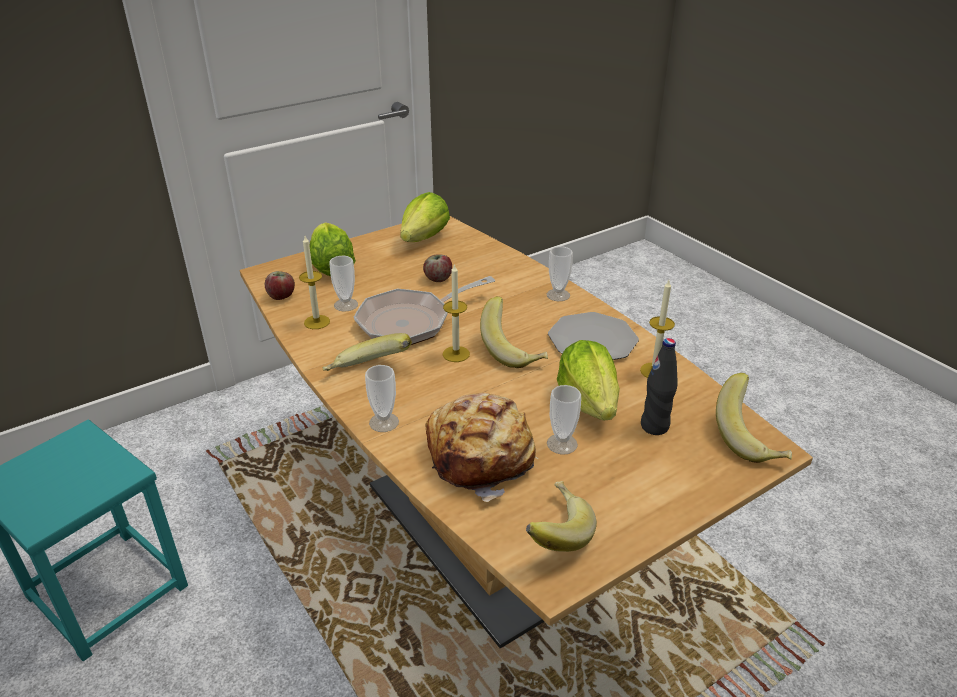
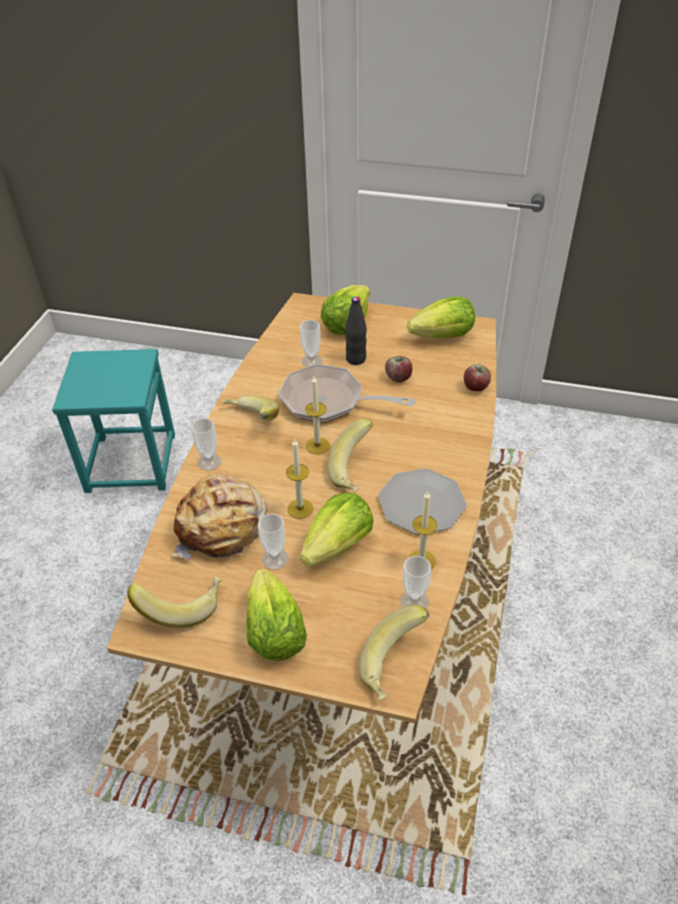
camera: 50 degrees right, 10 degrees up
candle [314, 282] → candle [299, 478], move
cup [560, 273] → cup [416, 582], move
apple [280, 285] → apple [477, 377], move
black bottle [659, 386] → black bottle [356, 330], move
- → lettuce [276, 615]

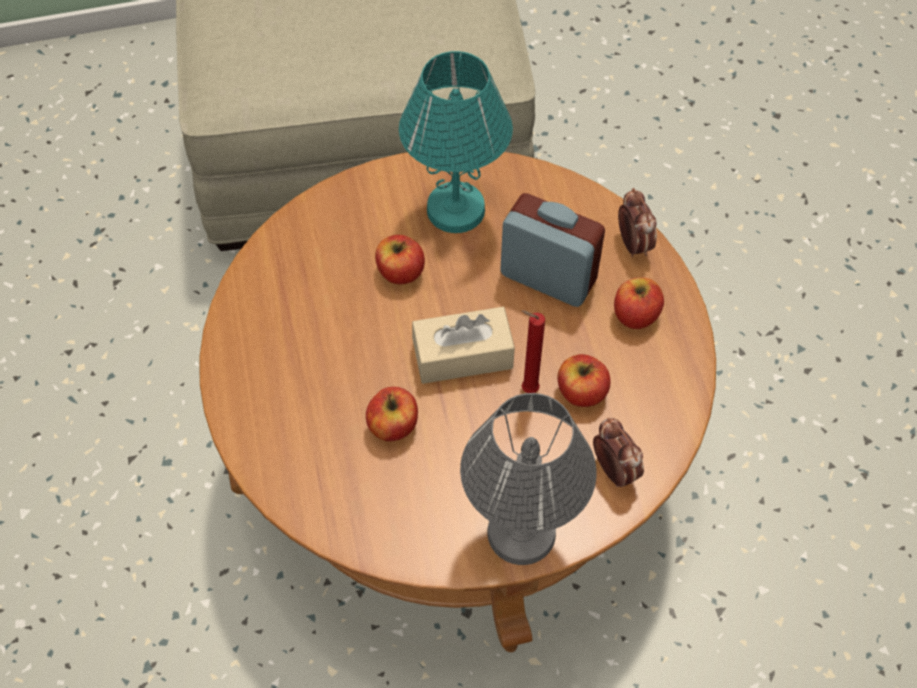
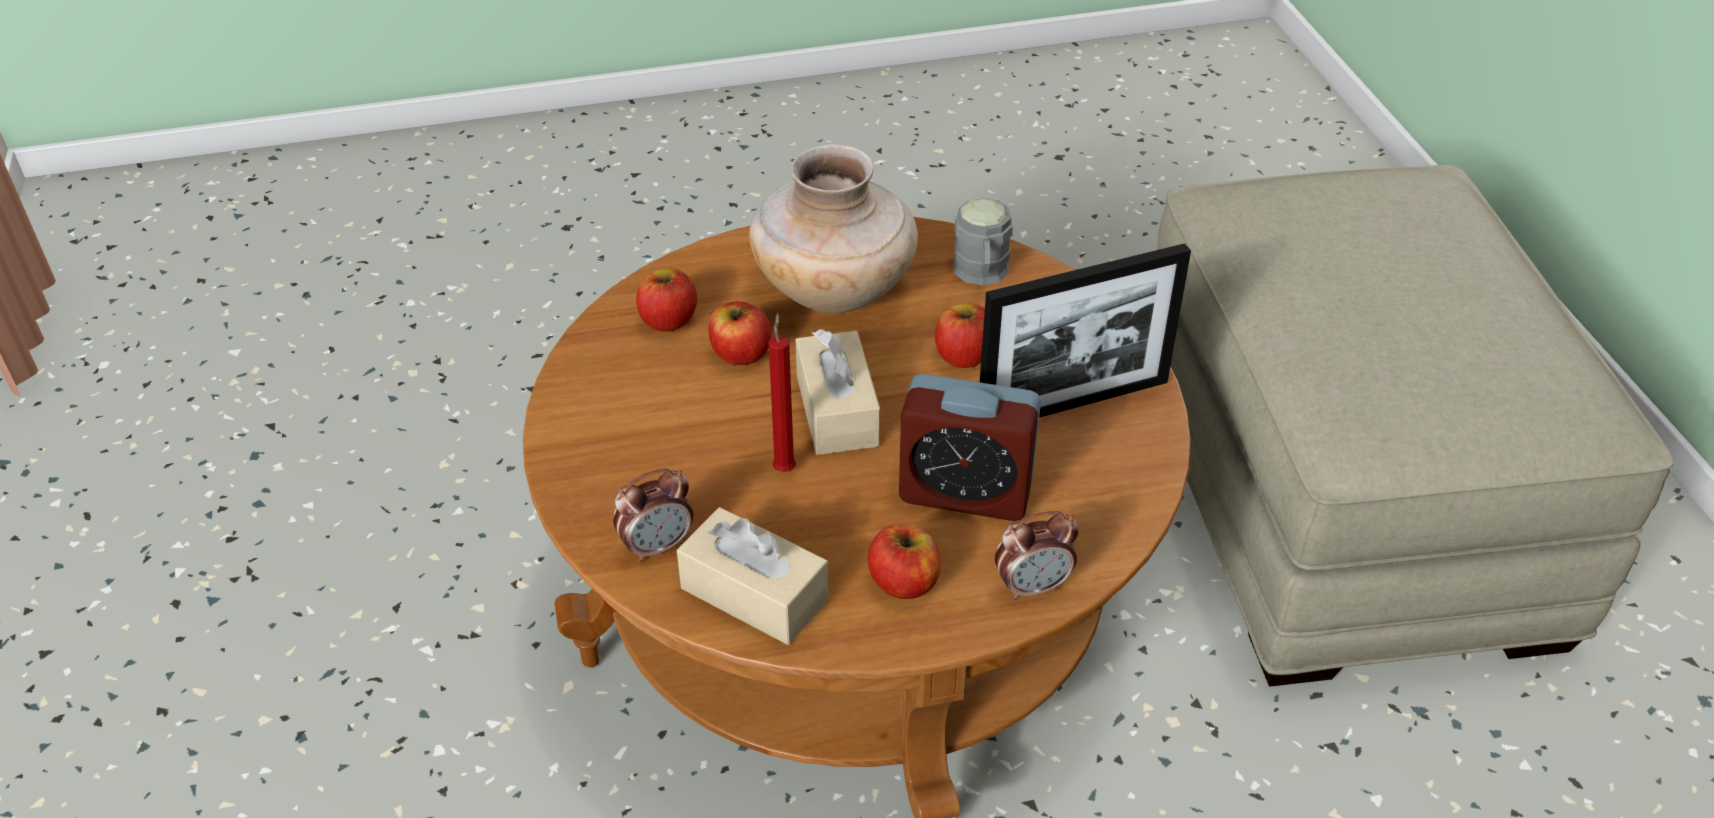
camera: 90 degrees right, 15 degrees down
turquoise table lamp [456, 142] → picture frame [1085, 330]
alarm clock [552, 250] → alarm clock [970, 447], 75 degrees clockwise
apple [584, 380] → apple [666, 300], move
grey table lamp [528, 479] → -
- → beige vase [833, 228]
- → grey mug [982, 242]
- → beige tissue box [753, 576]

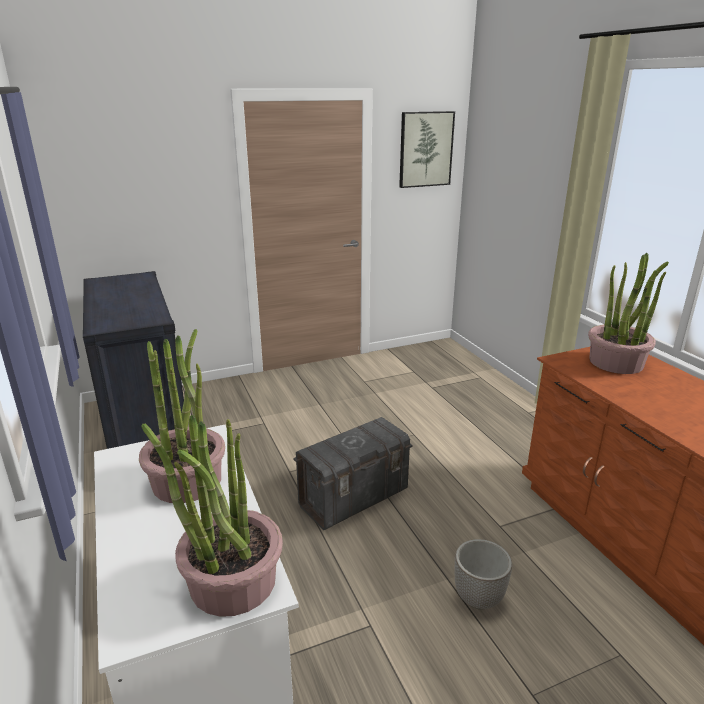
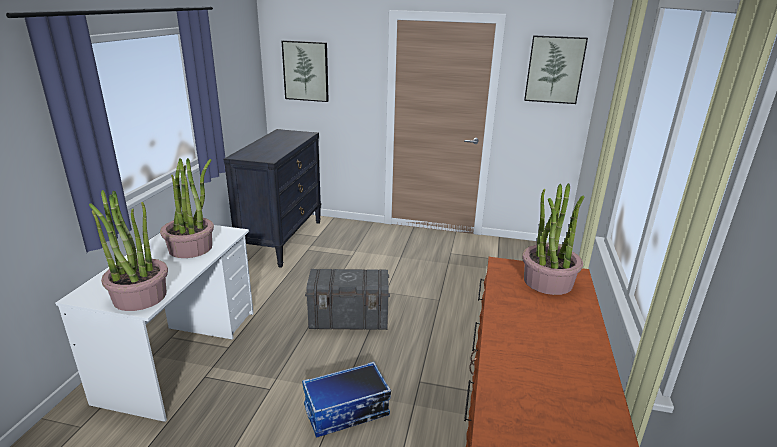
camera: 35 degrees right, 0 degrees up
planter [483, 574] → storage box [346, 400]
- → picture [305, 71]

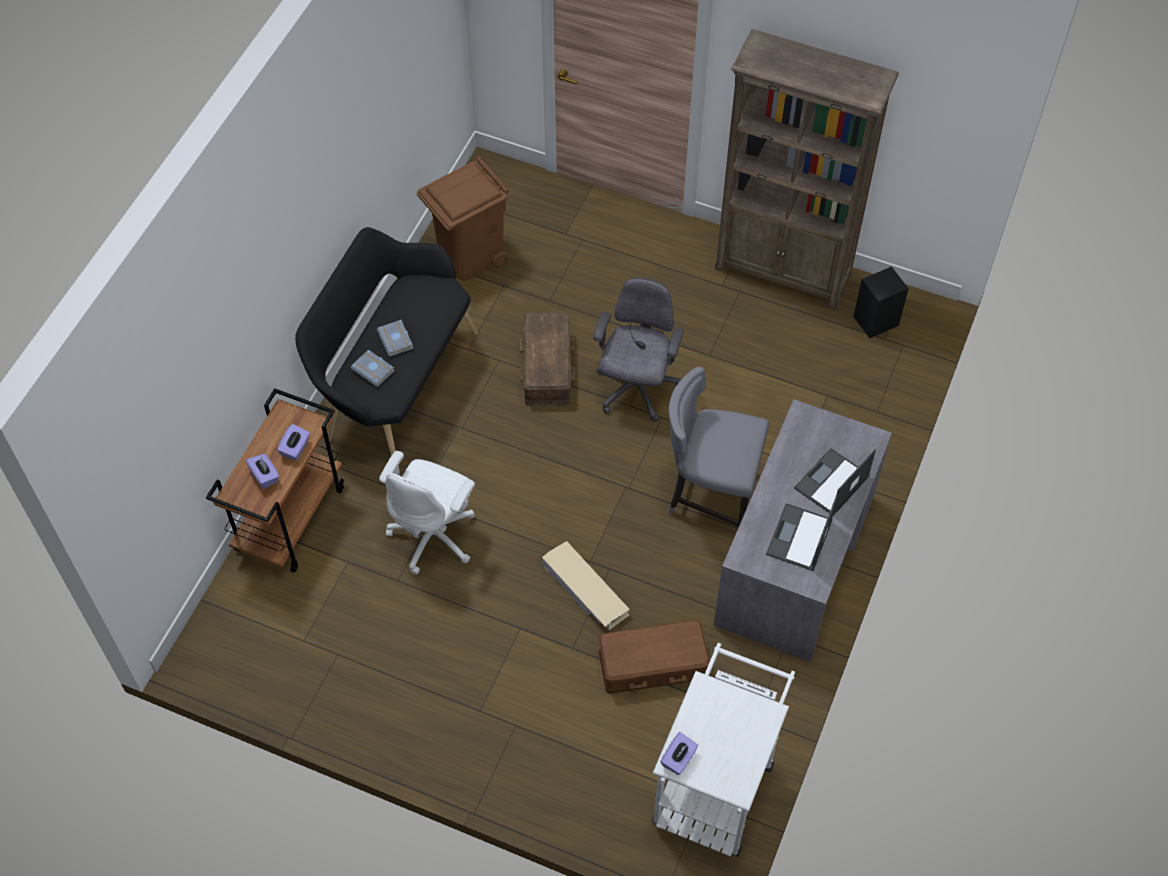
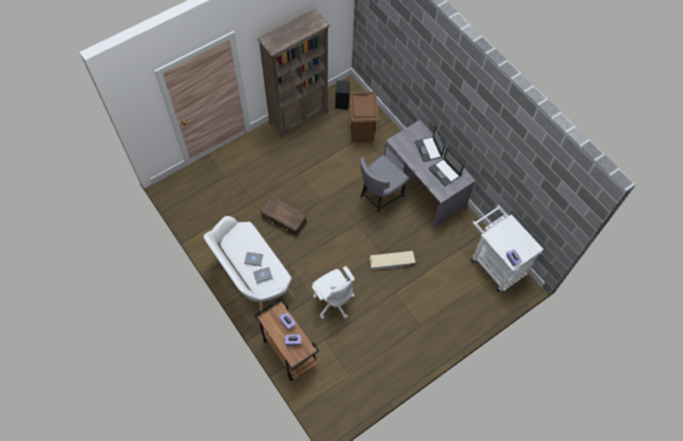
camera: 60 degrees left, 5 degrees up
brown trash can [463, 219] → brown trash can [363, 117], move
black bench [386, 349] → white bench [250, 266]
grey office chair [638, 350] → -
brown storage box [654, 657] → -

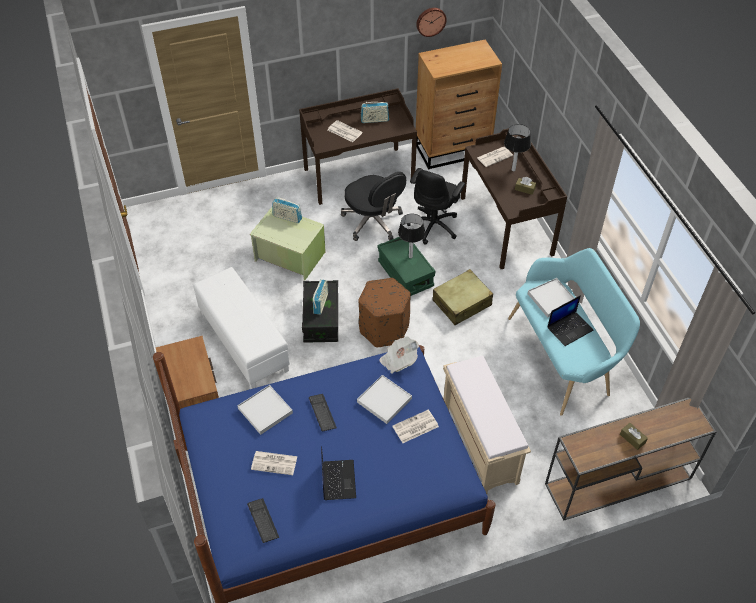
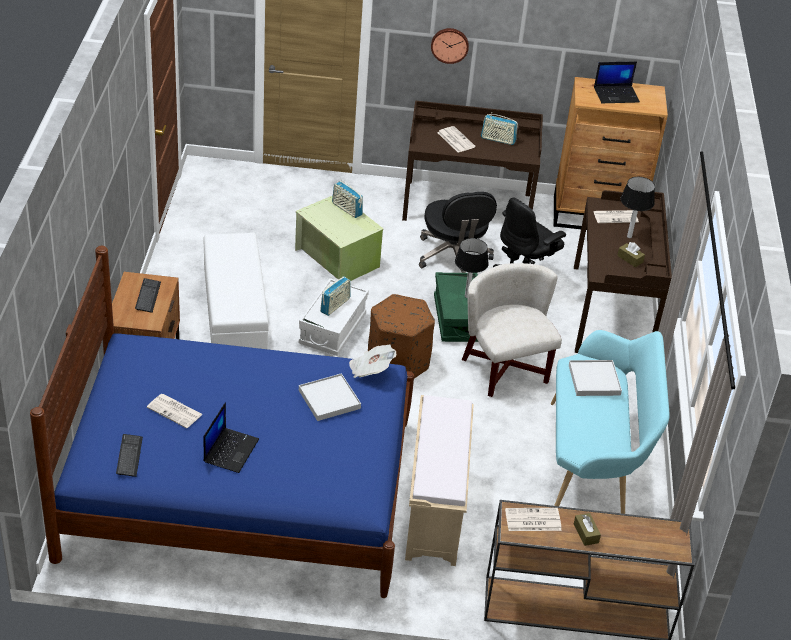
camera: 20 degrees right, 10 degrees down
wall clock [431, 22] → wall clock [450, 46], move
beige suitcase [462, 297] → white armchair [512, 330]
black storage box [320, 311] → white storage box [334, 317]
laptop [570, 320] → laptop [617, 82], move
white tray [265, 410] → -
keyboard [323, 413] → keyboard [148, 295], move
newspaper [415, 426] → newspaper [533, 519], move

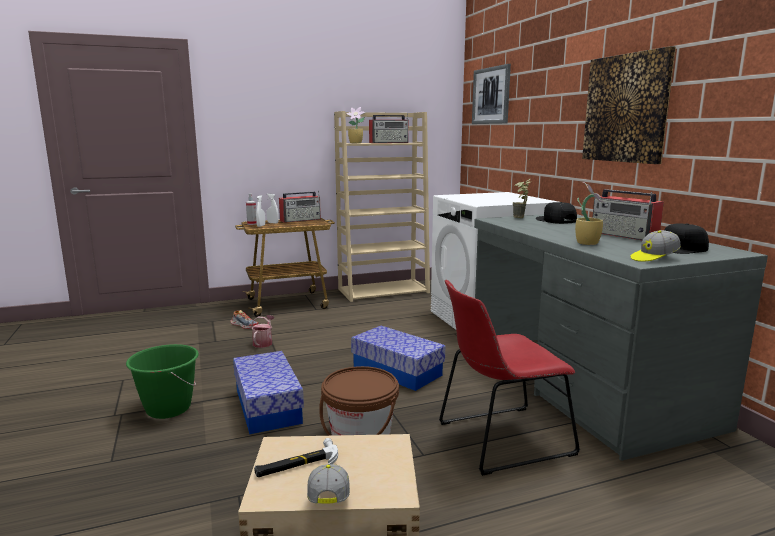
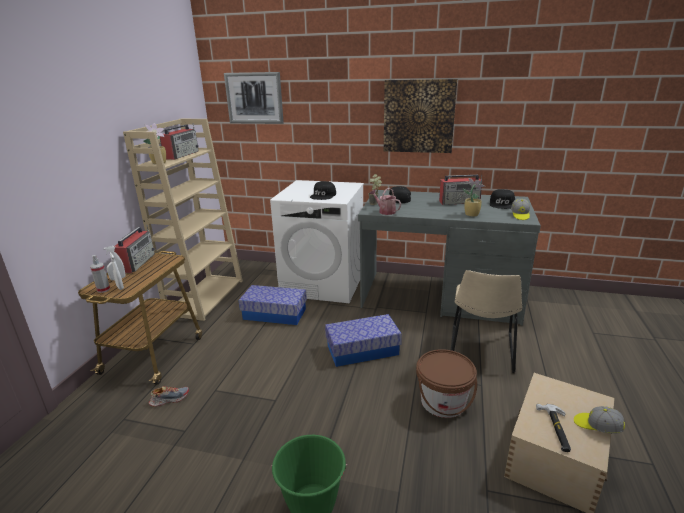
camera: 55 degrees left, 10 degrees up
red chair [509, 378] → beige chair [486, 321]
watering can [262, 331] → watering can [385, 201], move
storage box [268, 392] → storage box [273, 305], move
- → black cap [323, 190]

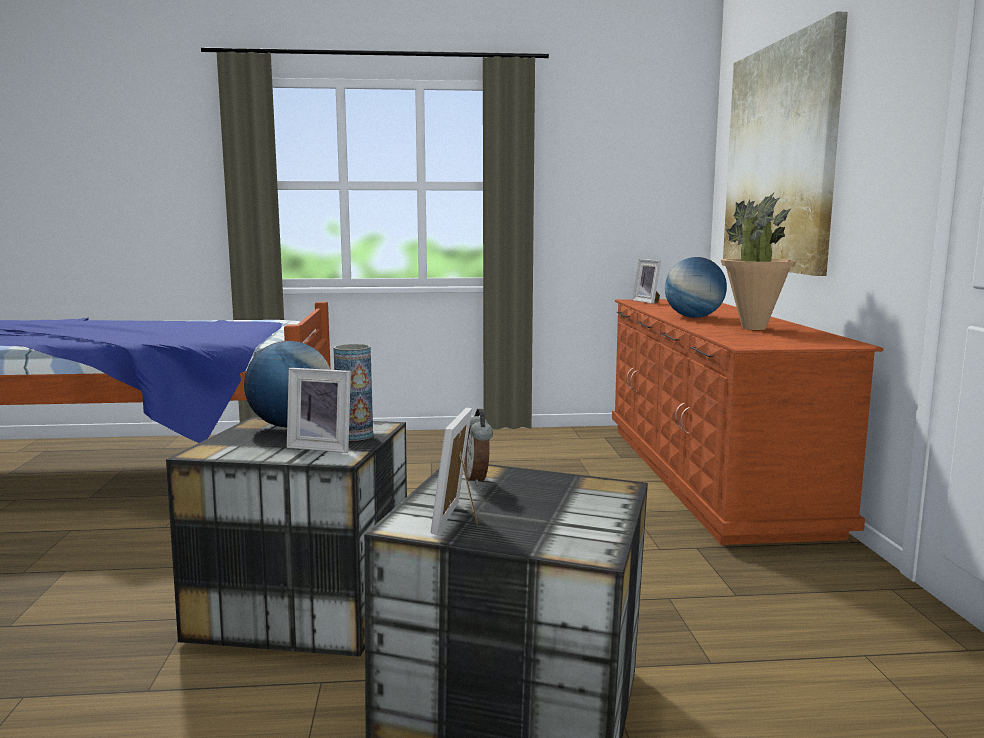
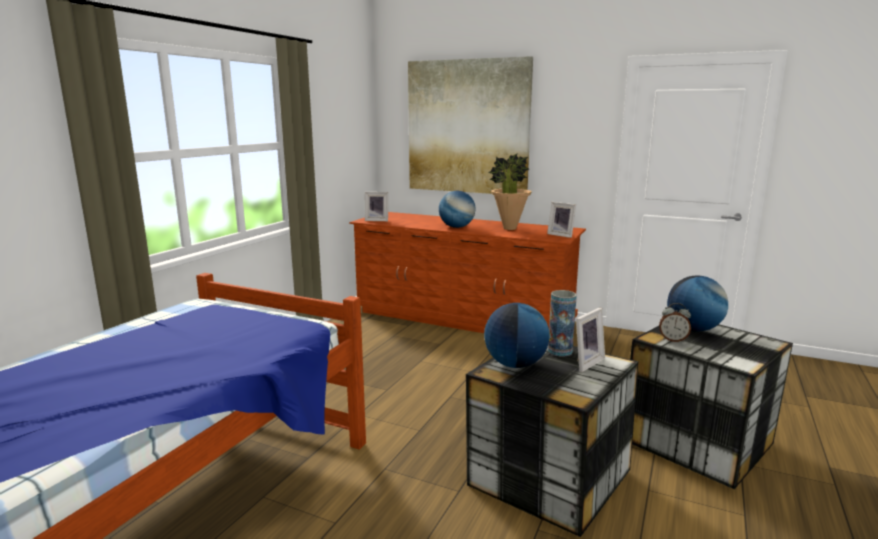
camera: 60 degrees left, 5 degrees up
picture frame [454, 471] → picture frame [561, 220], move
- → globe [697, 303]

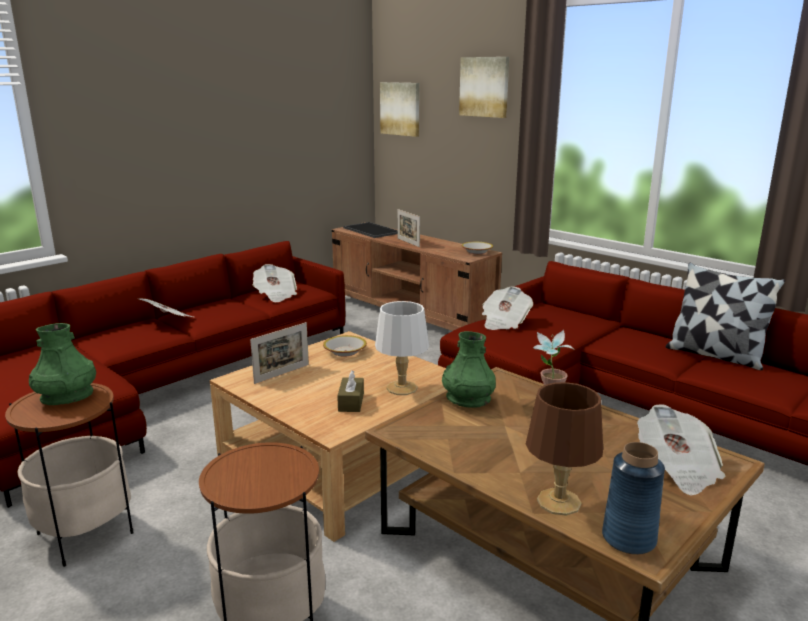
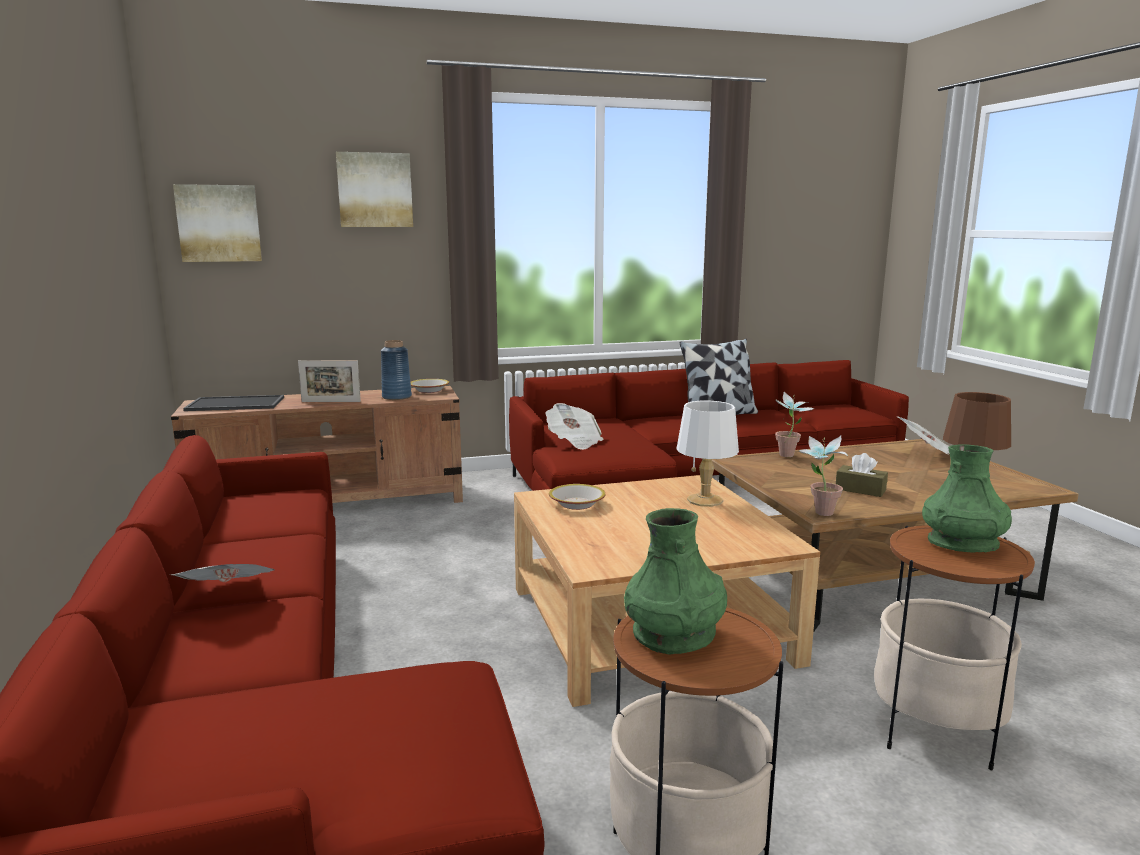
camera: 60 degrees left, 5 degrees down
newspaper [275, 283] → -
picture frame [279, 353] → -
green vase [469, 369] → green vase [967, 498], move
brown tissue box [350, 391] → brown tissue box [862, 475], move
blue vase [633, 498] → blue vase [396, 370], move
- → potted plant [823, 476]

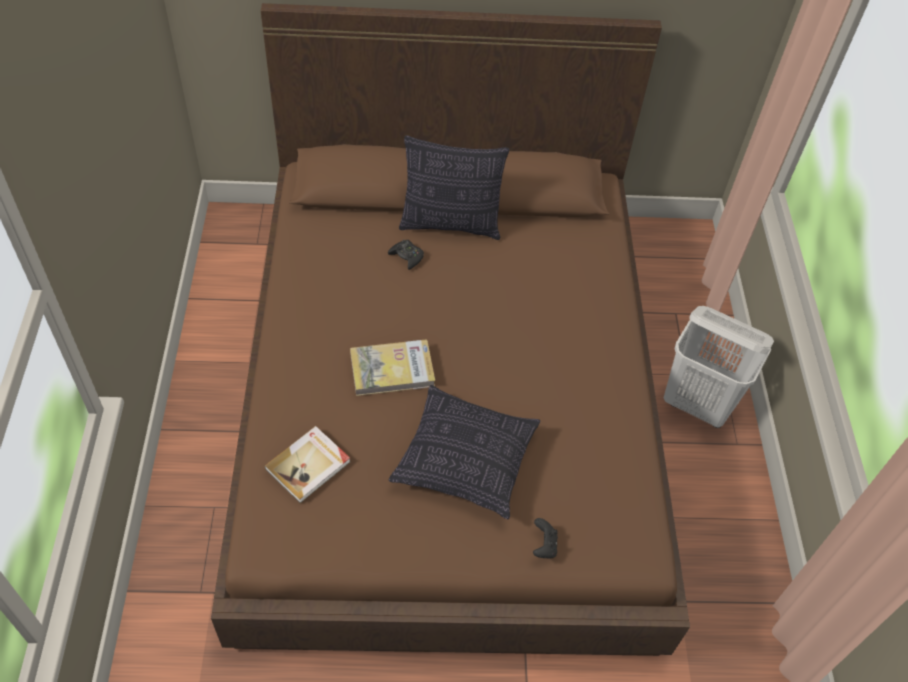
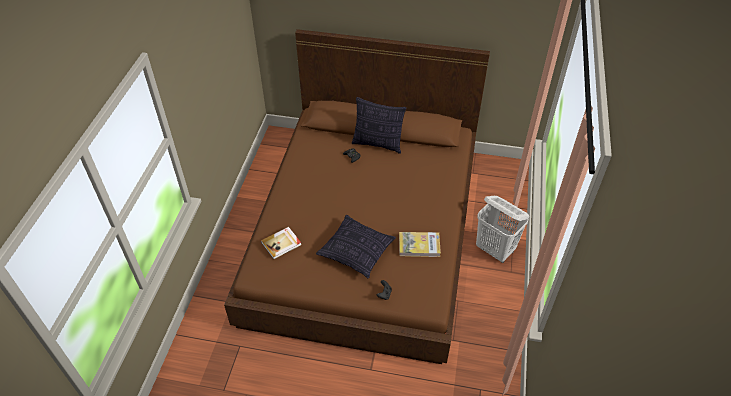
camera: 15 degrees right, 5 degrees down
book [392, 367] → book [420, 244], move

